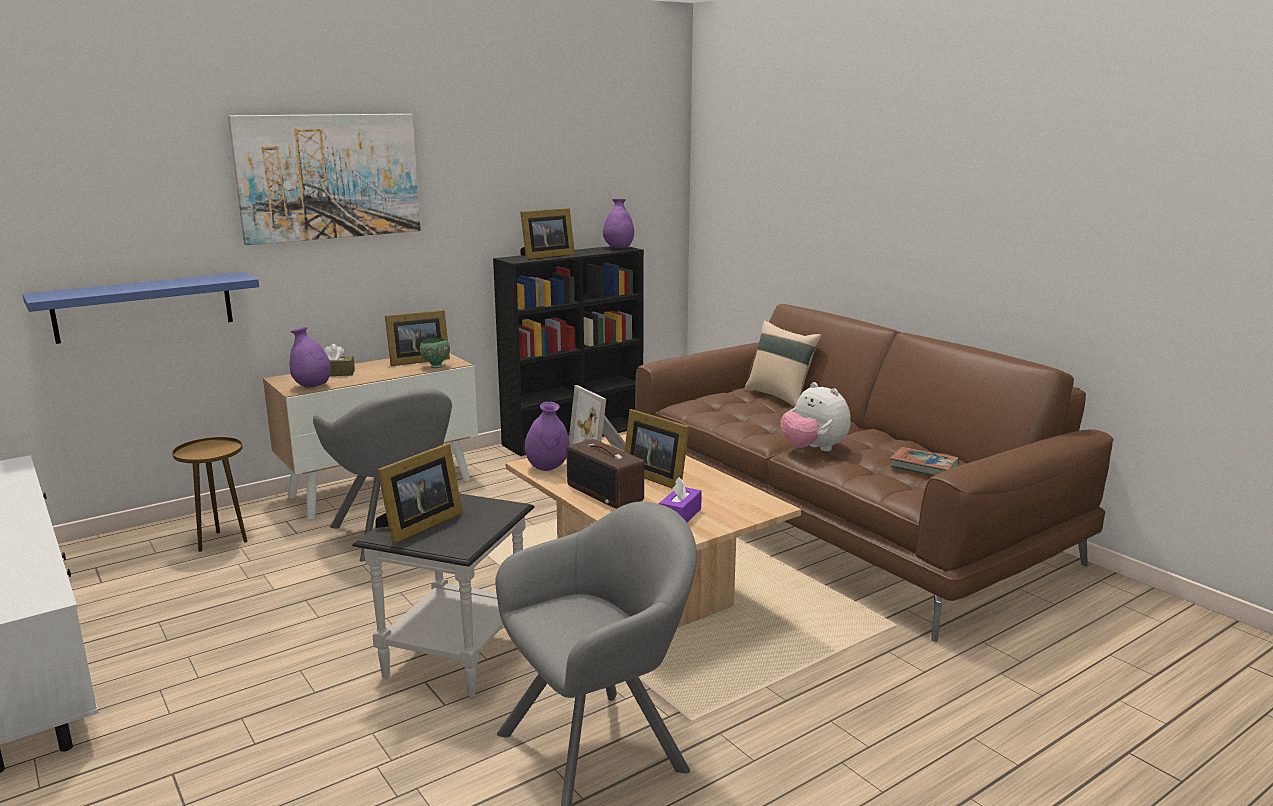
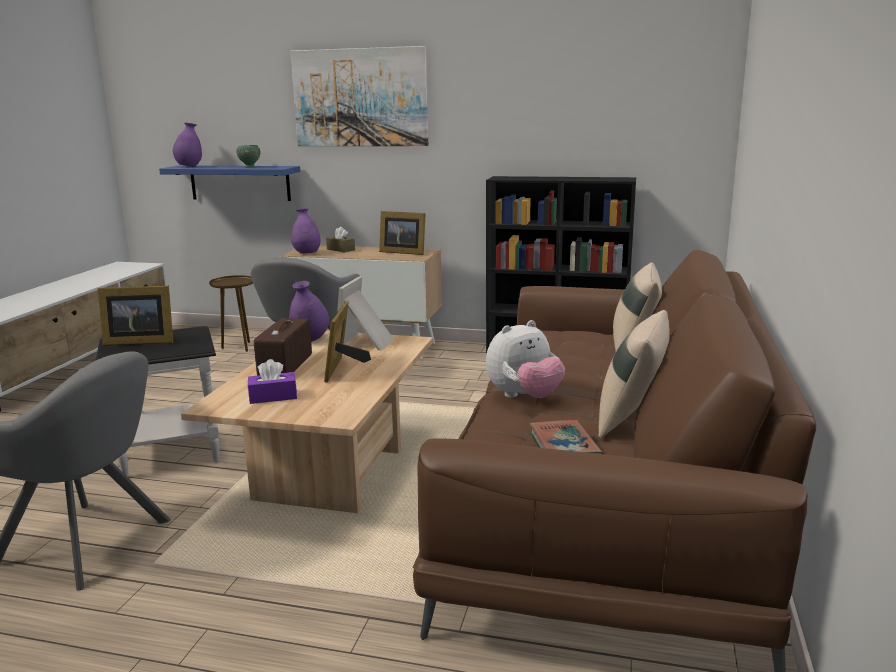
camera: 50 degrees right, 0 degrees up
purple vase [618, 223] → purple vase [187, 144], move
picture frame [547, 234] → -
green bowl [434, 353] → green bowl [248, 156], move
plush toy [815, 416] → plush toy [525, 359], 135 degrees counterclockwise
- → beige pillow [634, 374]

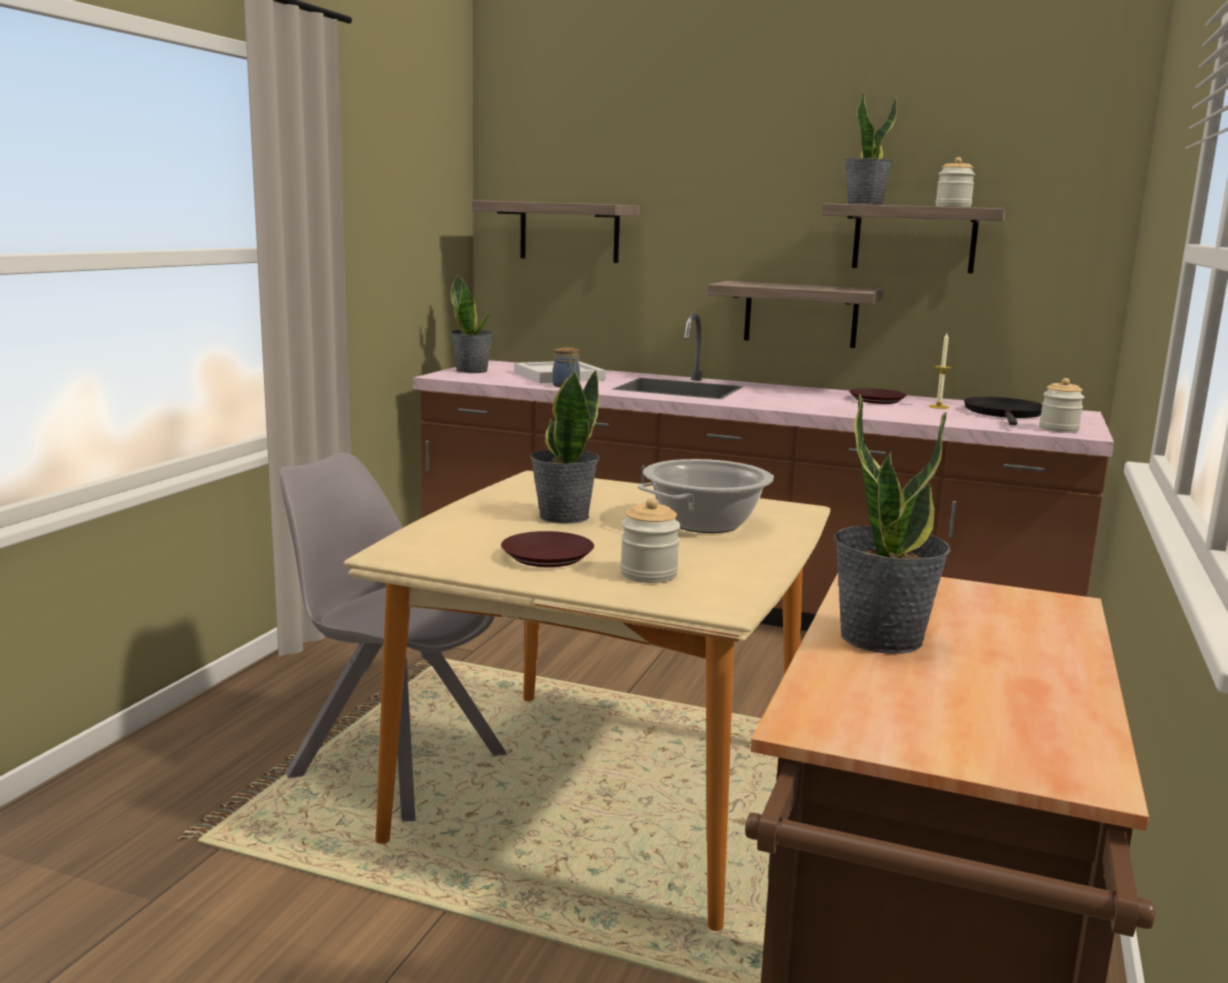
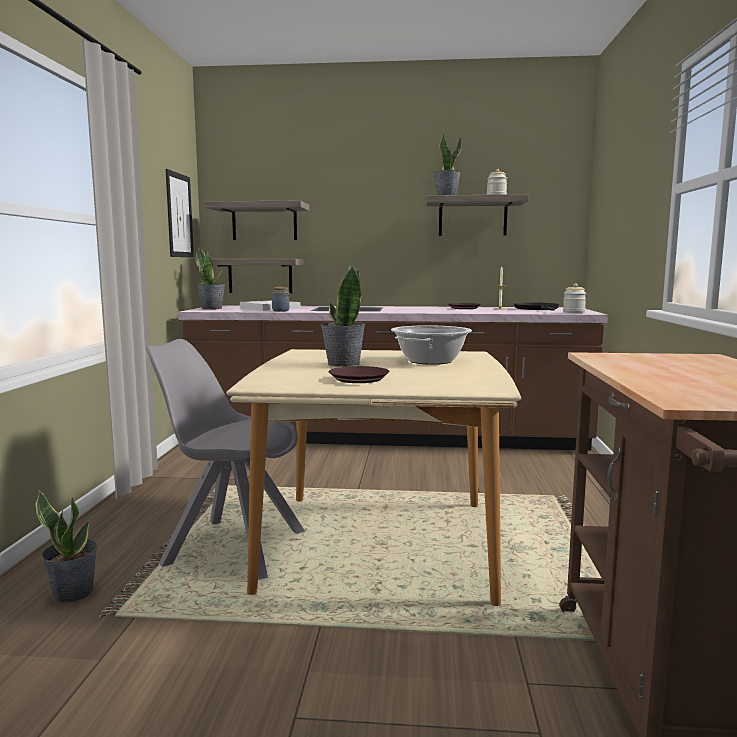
camera: 15 degrees left, 5 degrees down
shelf [795, 314] → shelf [257, 276], move
potted plant [892, 524] → potted plant [66, 547], move
jar [650, 540] → -
- → picture [180, 213]

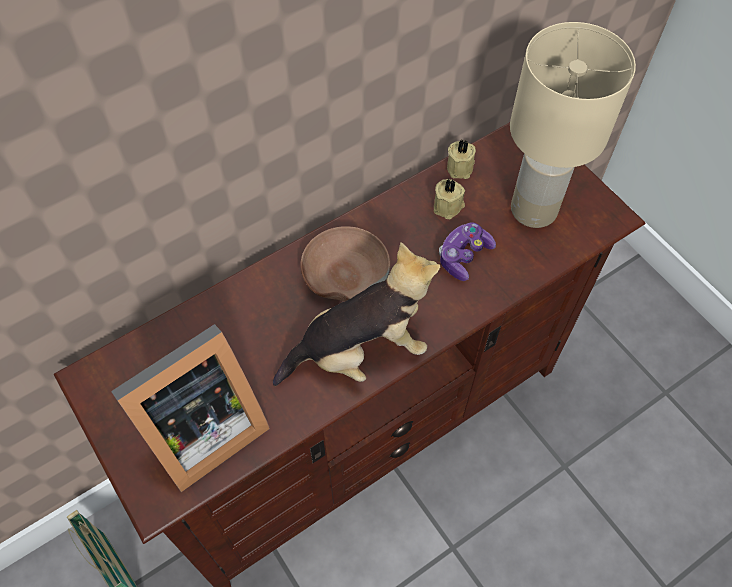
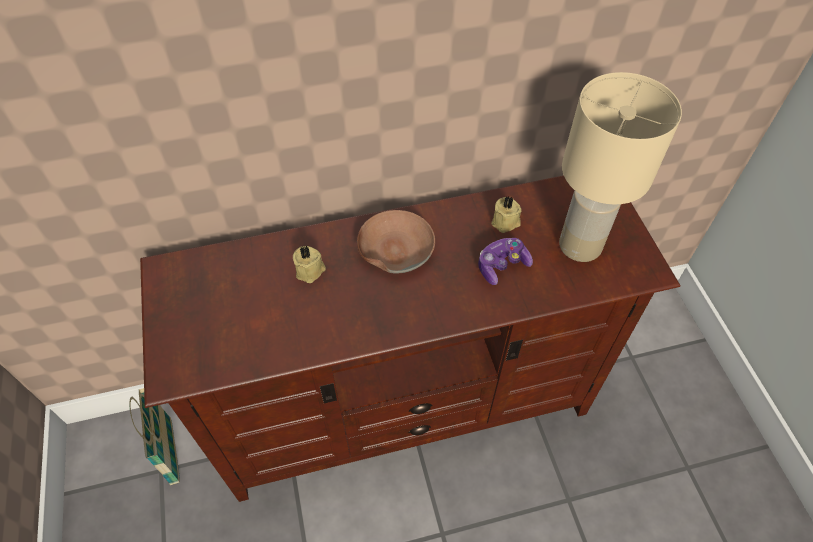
camera: 20 degrees right, 5 degrees down
beige candle [461, 159] → beige candle [309, 264], move
plush toy [356, 314] → -
picture frame [190, 408] → -

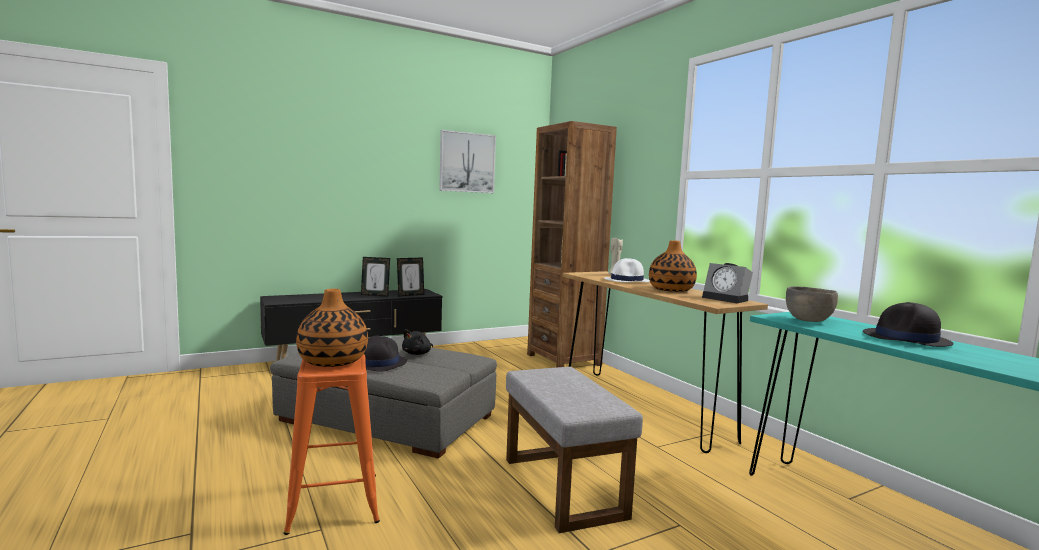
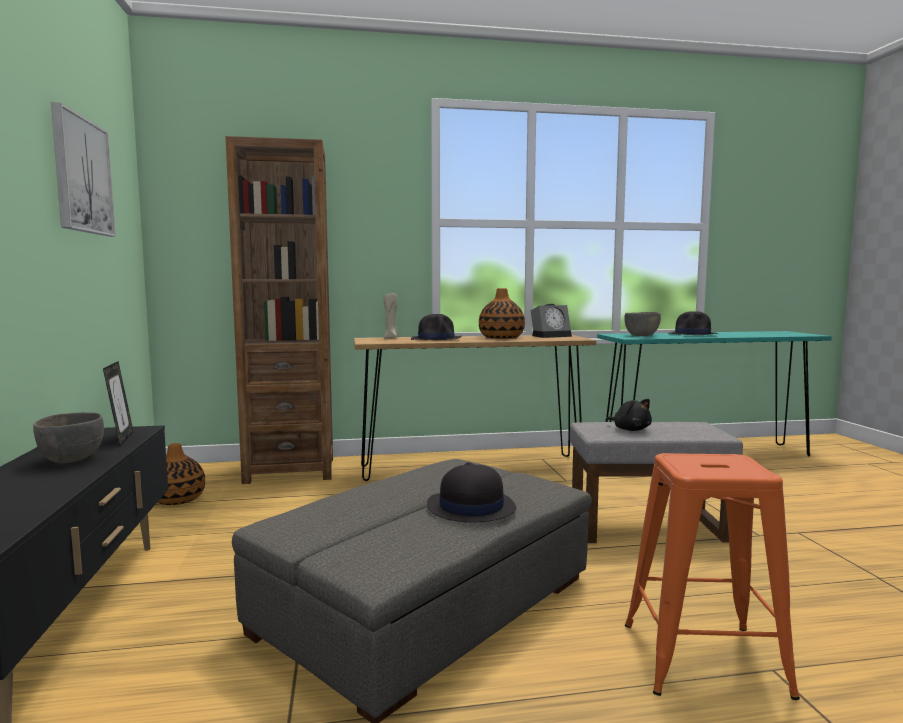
camera: 70 degrees left, 0 degrees up
picture frame [375, 276] → grey bowl [68, 437]
white hat [627, 270] → black hat [436, 327]
vase [332, 328] → vase [181, 474], move
black plush toy [417, 342] → black plush toy [628, 415], move

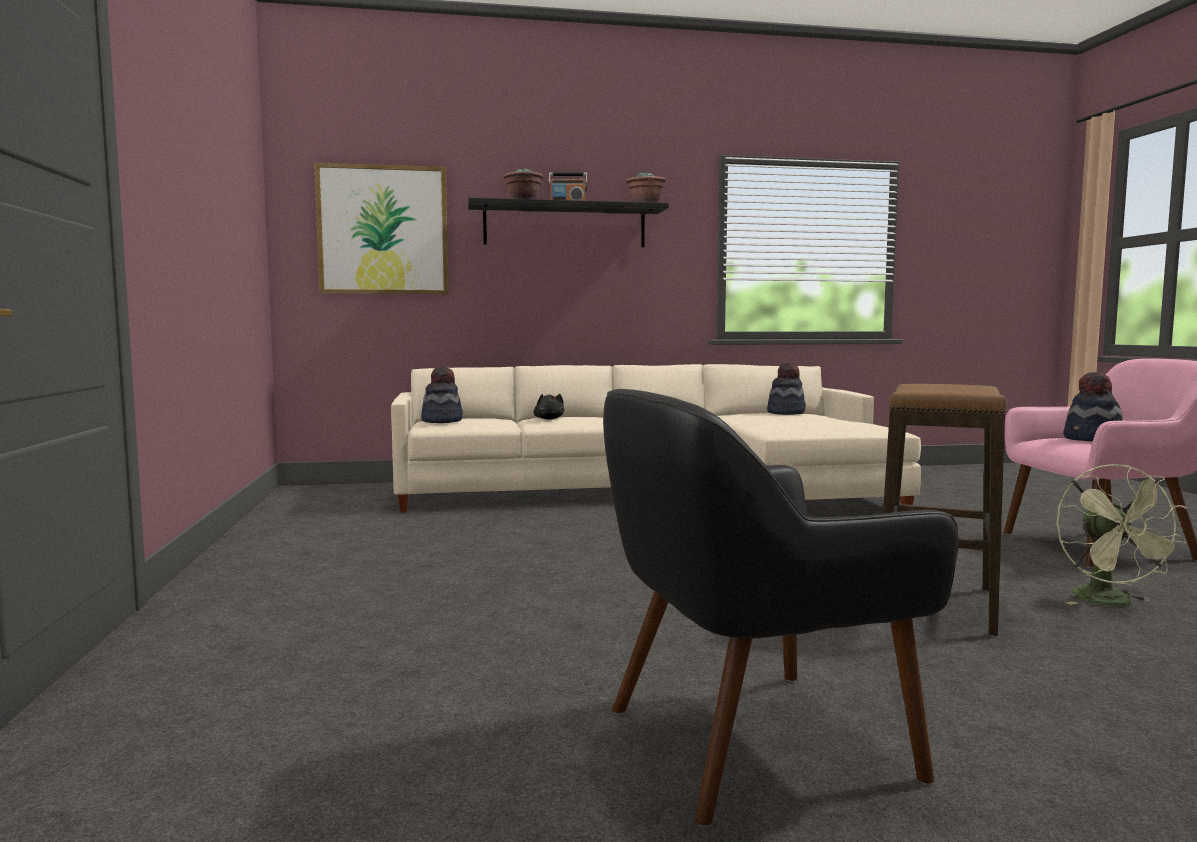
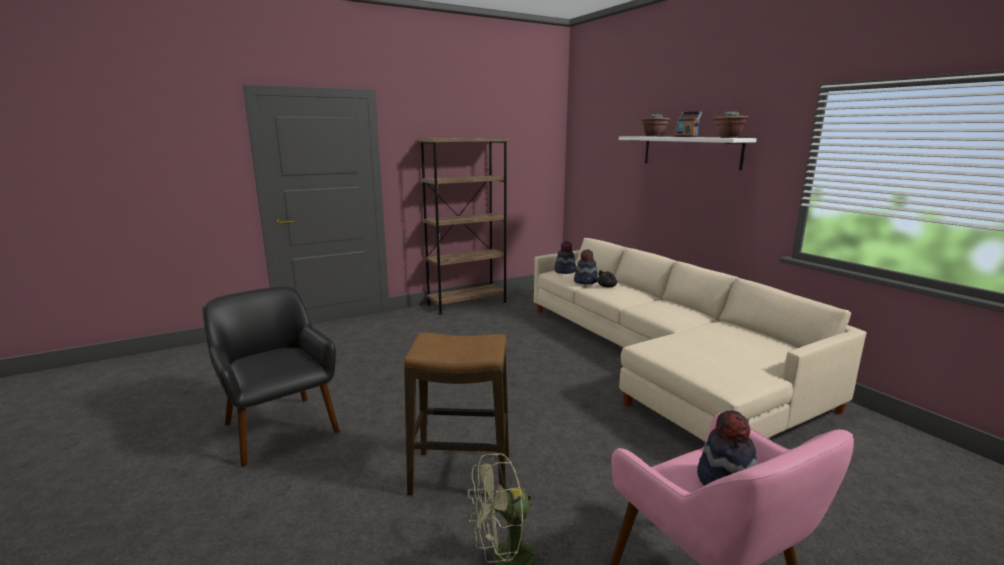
camera: 70 degrees right, 10 degrees up
picture [381, 228] → -
black shelf [568, 222] → white shelf [688, 153]
hat [786, 388] → hat [586, 266], move
- → brown bookcase [463, 226]

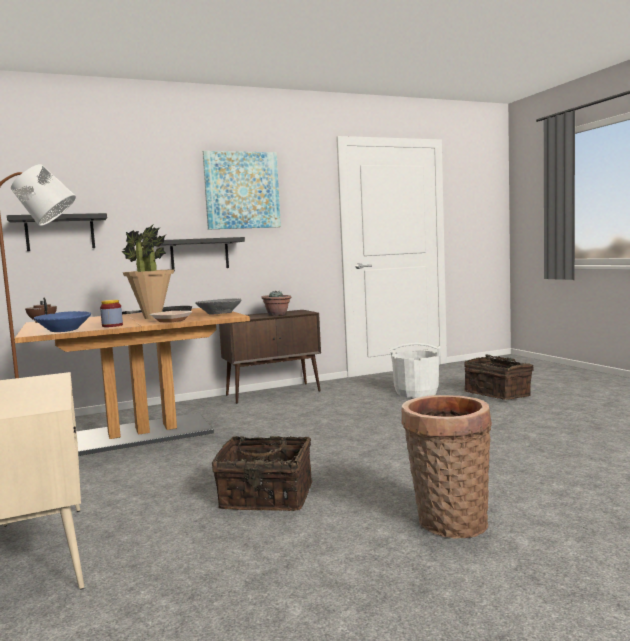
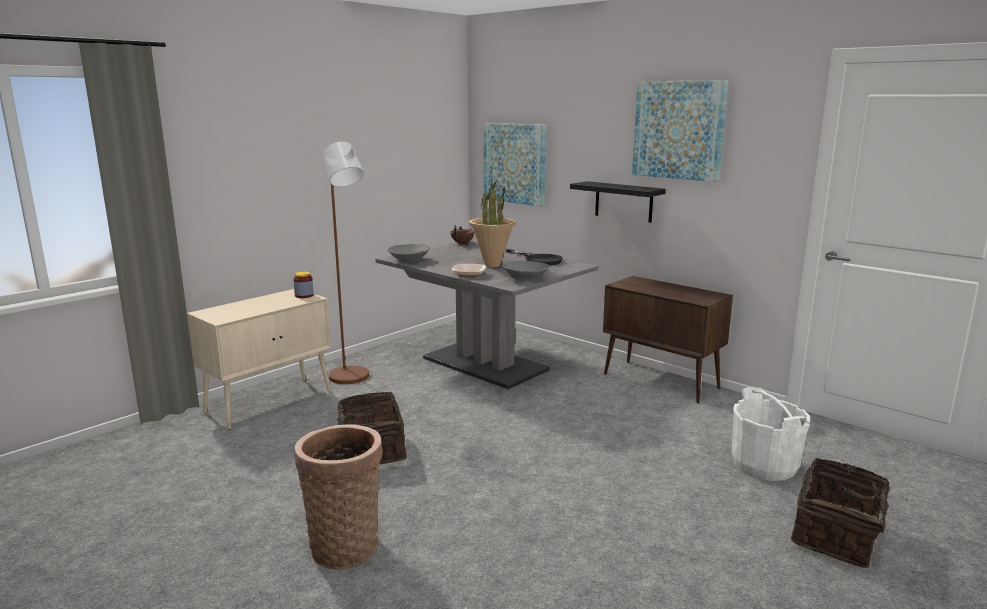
camera: 65 degrees right, 10 degrees up
black shelf [57, 232] → picture [515, 165]
potted plant [276, 303] → -
jar [111, 313] → jar [303, 284], move
brown dining table [132, 382] → grey dining table [487, 315]
blue bowl [62, 321] → grey bowl [408, 253]

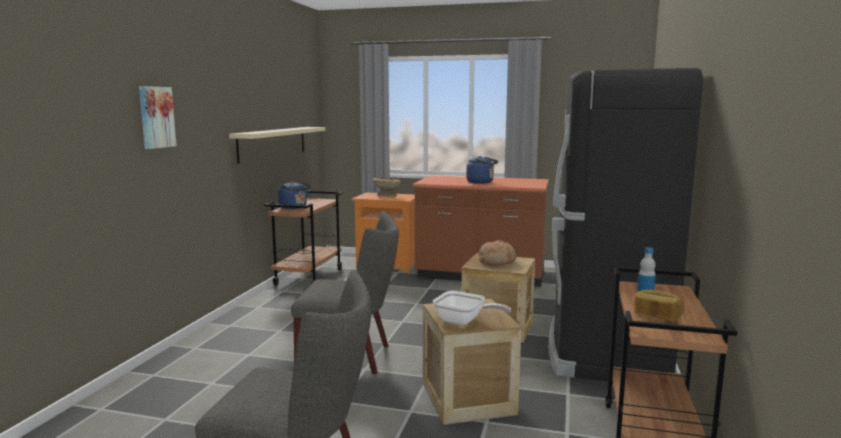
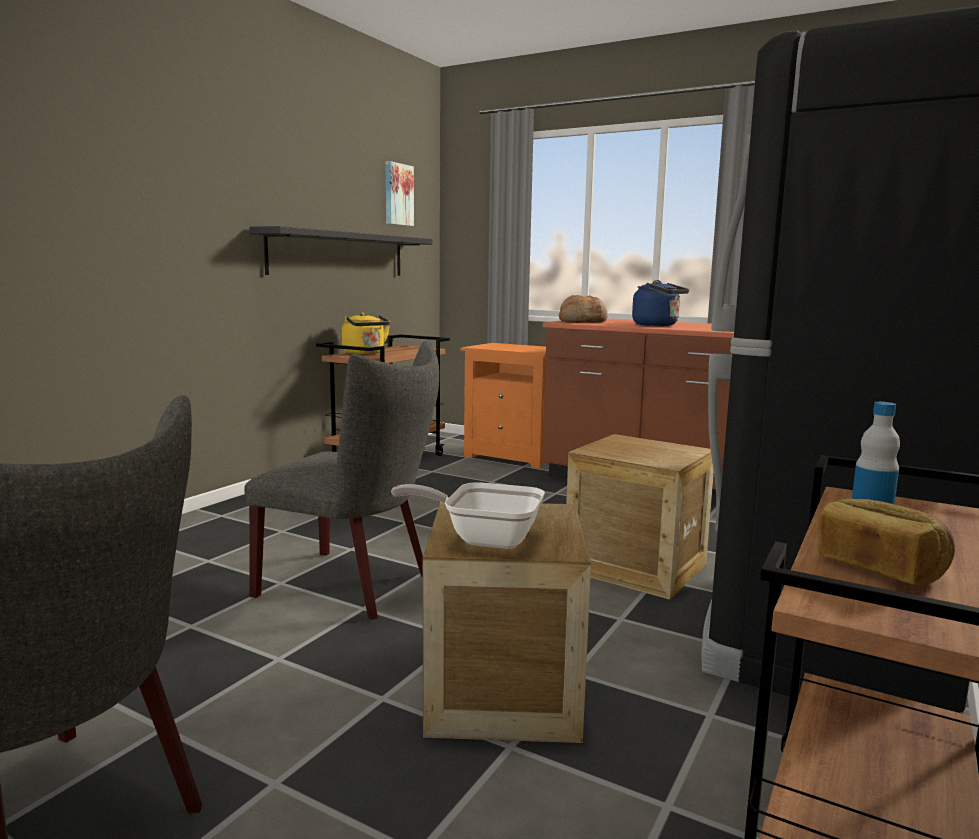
camera: 15 degrees right, 0 degrees up
picture [158, 117] → picture [400, 193], move
beige shelf [277, 145] → black shelf [341, 251]
beige bowl [387, 187] → -
blue kettle [294, 195] → yellow kettle [366, 333]
bread [497, 253] → bread [583, 309], move
frying pan [472, 308] → frying pan [468, 515], 150 degrees clockwise

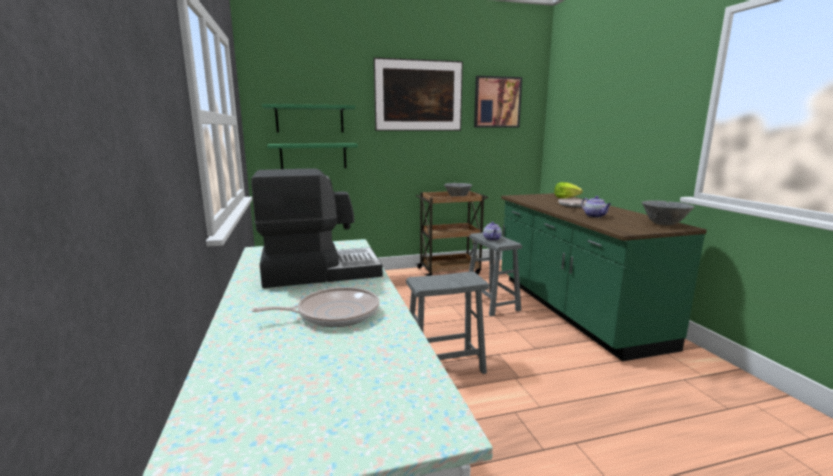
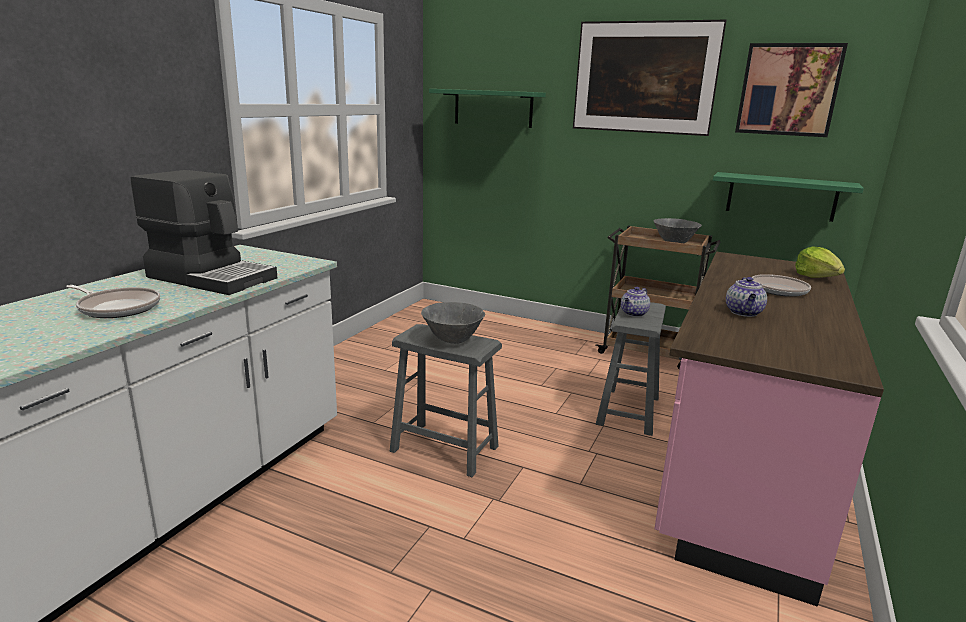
camera: 40 degrees right, 5 degrees up
green shelf [312, 156] → green shelf [788, 197], move
green counter [604, 277] → pink counter [769, 429]
grey bowl [668, 213] → grey bowl [453, 323], move

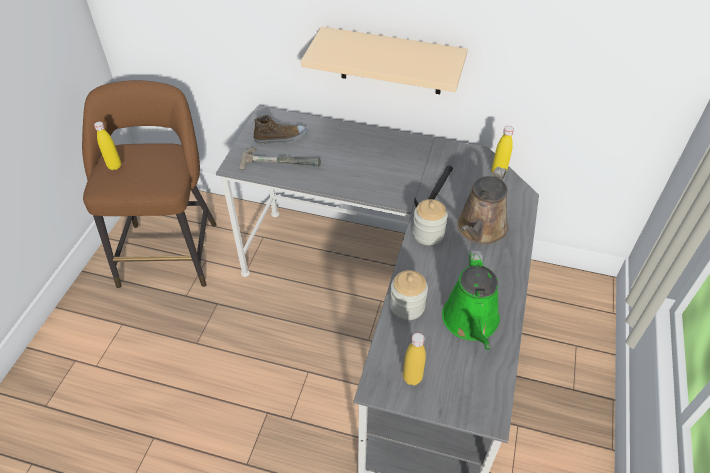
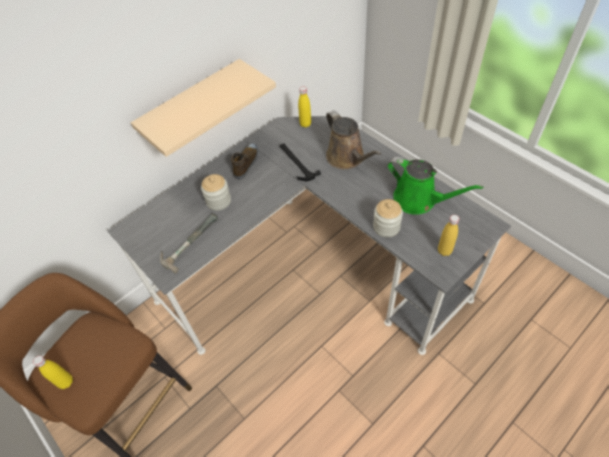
camera: 55 degrees left, 5 degrees up
shoe [280, 129] → shoe [245, 161], move
jar [430, 222] → jar [216, 192], move

